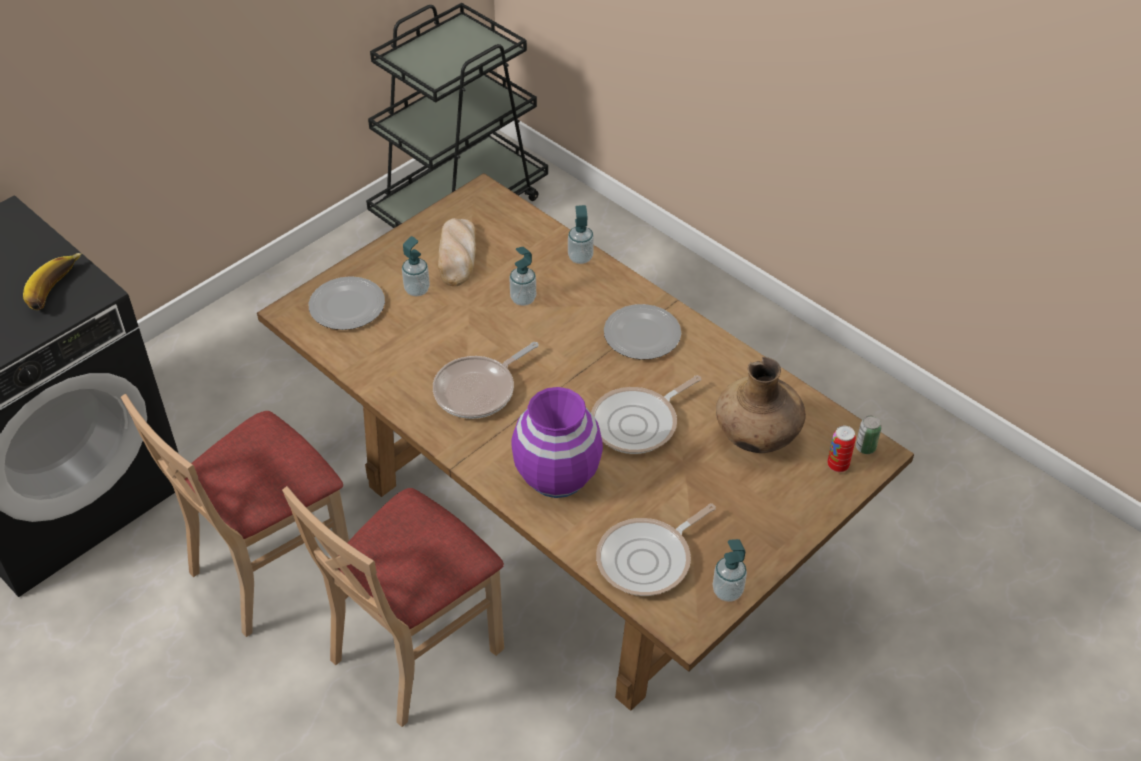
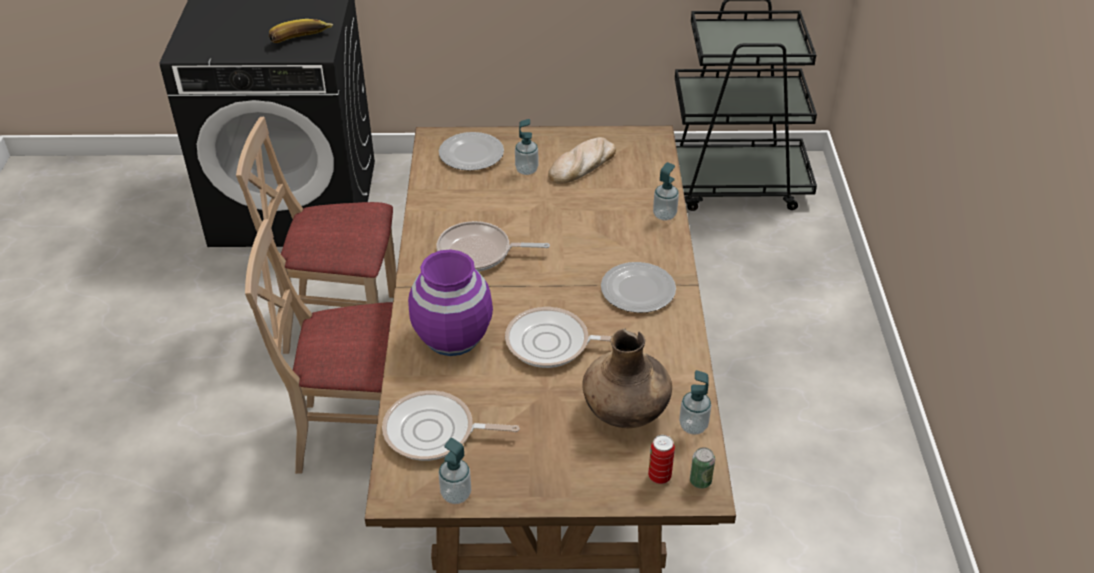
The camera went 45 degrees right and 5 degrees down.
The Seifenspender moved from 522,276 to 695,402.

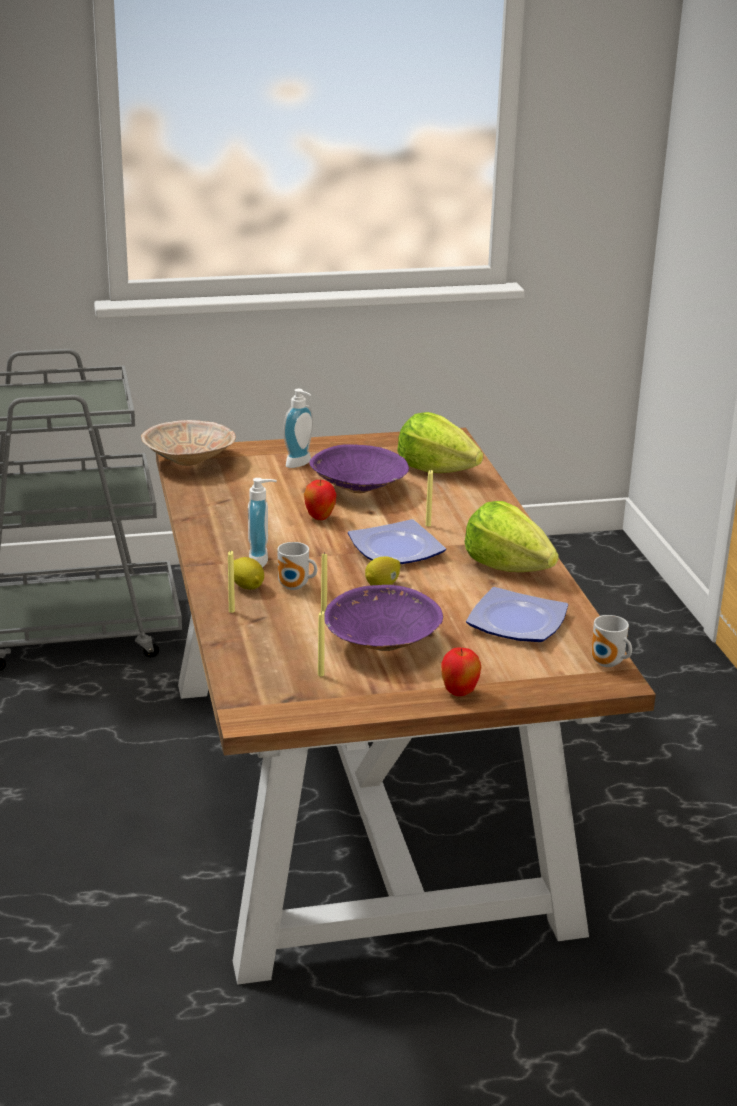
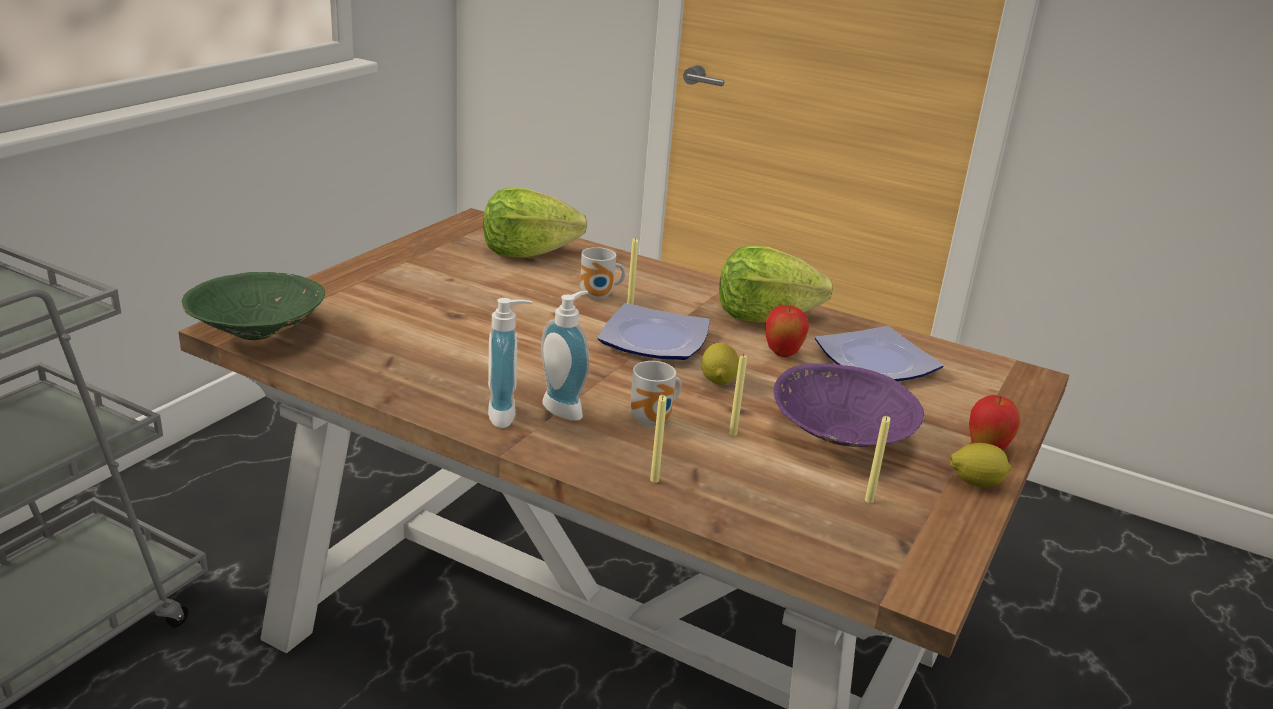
The camera went 50 degrees left and 0 degrees up.
The Seifenspender moved from 298,428 to 510,363.
The Schüssel/beige at 188,443 became the Schüssel/grün at 253,306.
The Schüssel/lila at 359,468 disappeared.
The Apfel moved from 320,500 to 787,331.
The Zitrone moved from 249,573 to 981,465.
The Henkelbecher moved from 611,641 to 602,273.

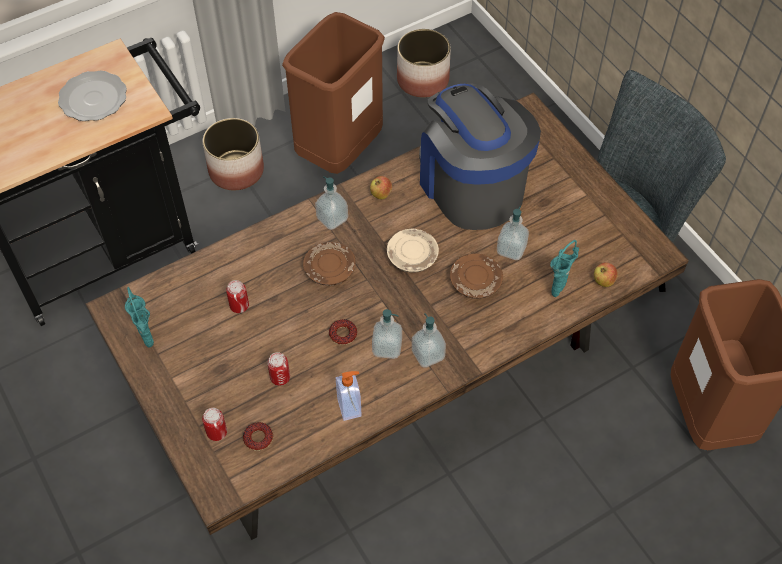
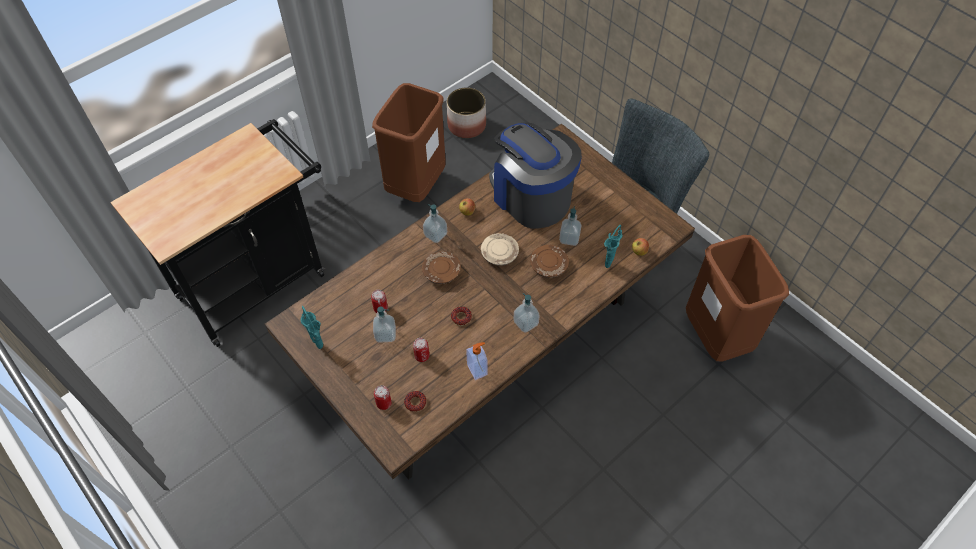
The camera went 10 degrees left and 0 degrees up.
The Teller at 92,95 disappeared.
The Pflanzkübel at 233,154 disappeared.
The Seifenspender moved from 387,334 to 384,324.

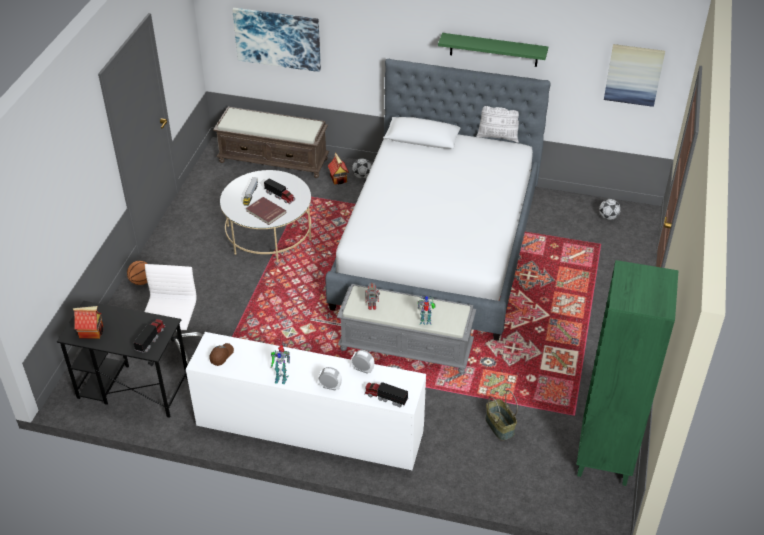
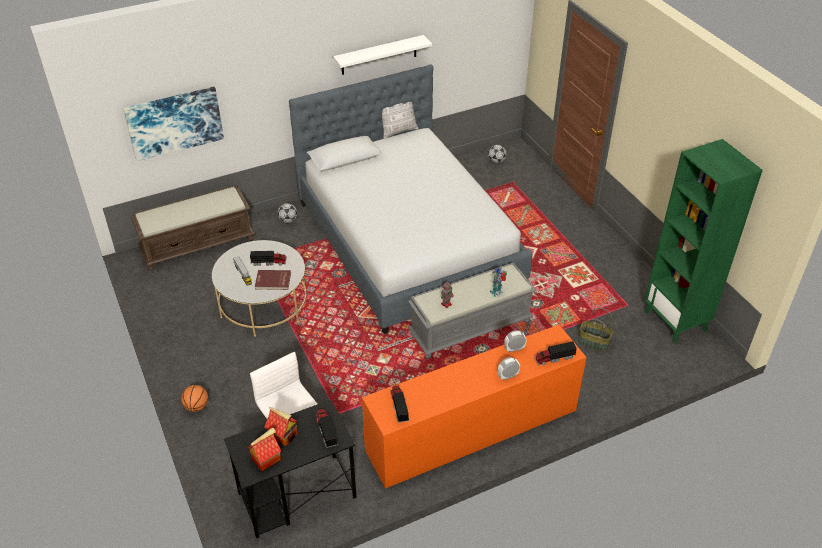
The camera went 40 degrees left and 0 degrees up.
The Wandregal/grün at 493,50 became the Wandregal/weiß at 382,55.
The Bild at 634,75 disappeared.
The Spielzeughaus moved from 338,169 to 281,426.
The Kommode/weiß at 306,401 became the Kommode/orange at 474,407.
The Kappe/braun at 221,354 was replaced by the Spielzeuglaster at 399,404.
The Spielzeugroboter at 280,364 disappeared.

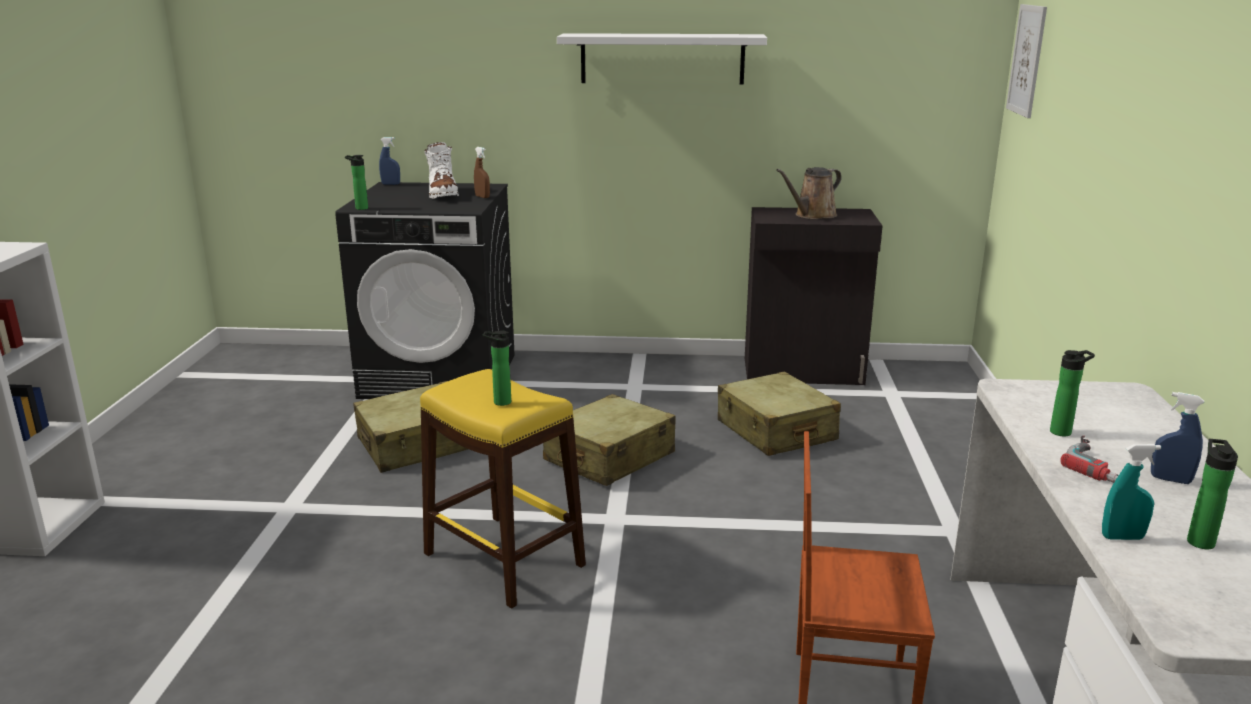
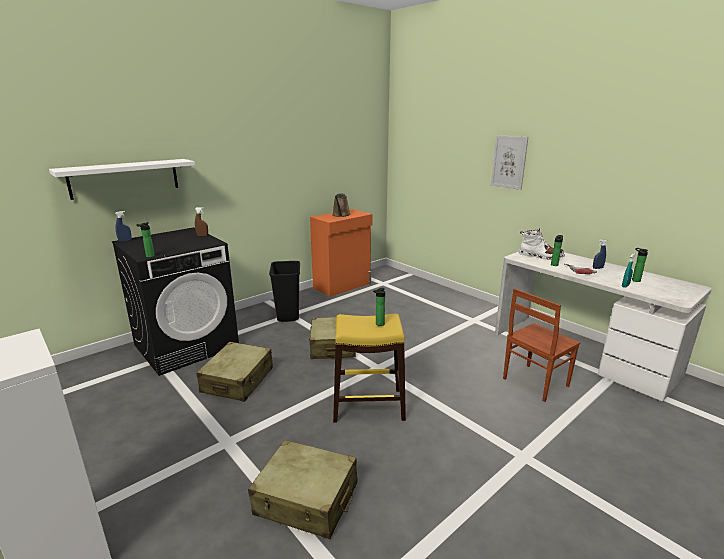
The camera went 45 degrees left and 0 degrees up.
The Bild moved from 1026,61 to 509,162.
The Wandregal/weiß moved from 662,59 to 122,179.
The Stiefel/weiß moved from 441,170 to 542,244.
The Schrank/schwarz at 814,296 became the Schrank/orange at 341,253.
The Koffer/beige moved from 779,413 to 302,489.
The Mülleimer/schwarz at 284,291 appeared.

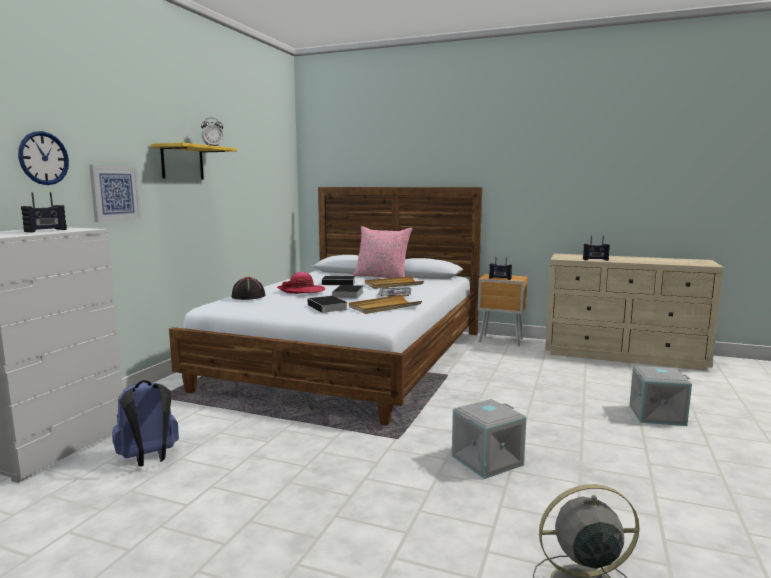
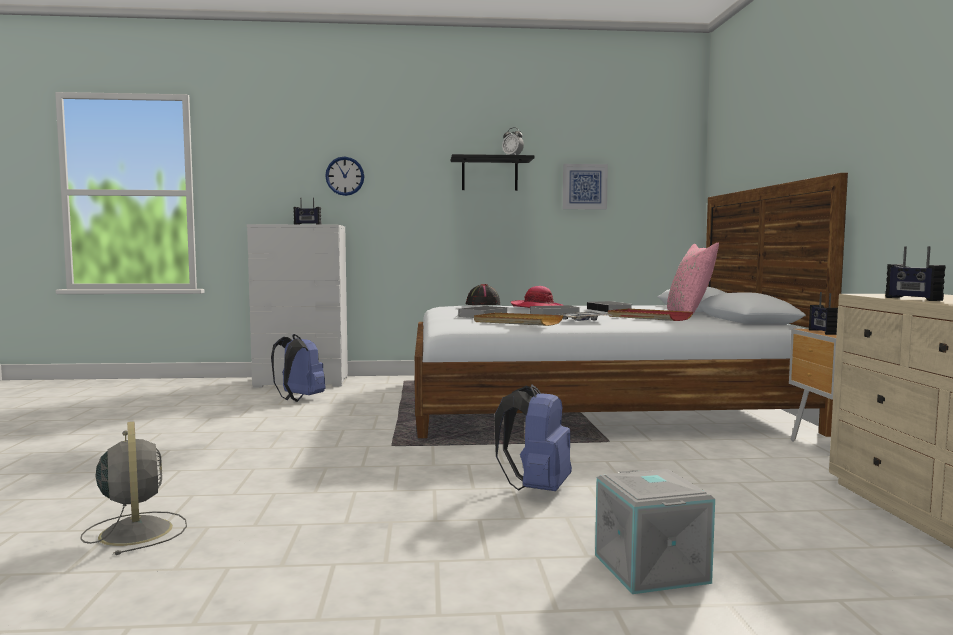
The camera went 65 degrees right and 5 degrees down.
The Wandregal/gelb at 194,160 became the Wandregal/schwarz at 492,172.
The Bild moved from 115,193 to 585,187.
The Tablett/beige at 394,282 became the Tablett/rot at 650,314.
The Aufbewahrungsbox/grau at 489,439 disappeared.
The Rucksack/blau at 533,437 appeared.

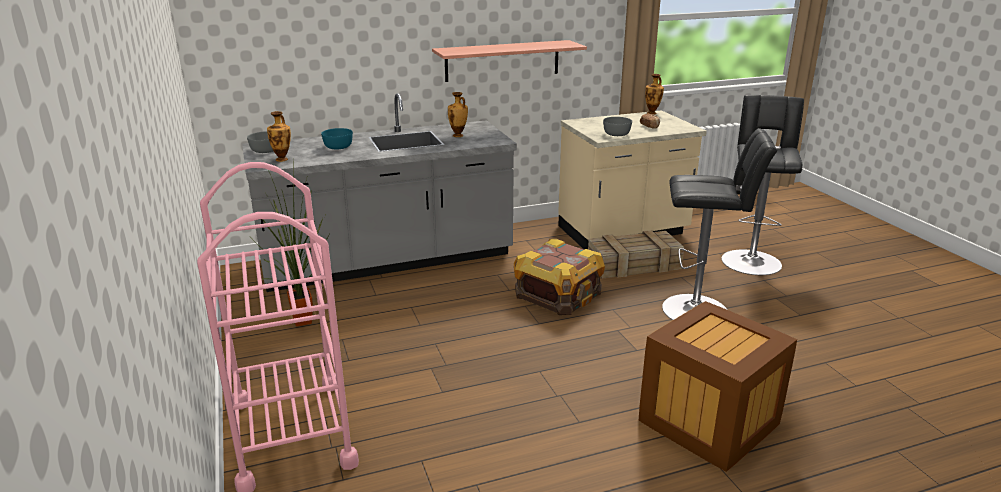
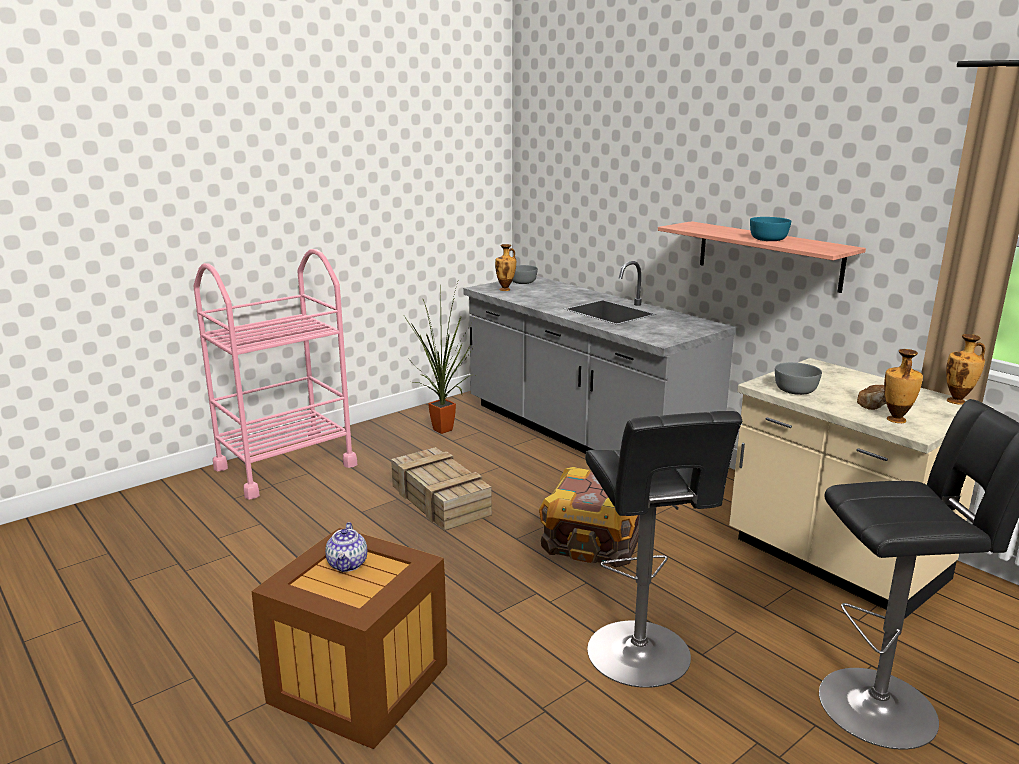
The camera went 70 degrees right and 5 degrees down.
The Vase moved from 458,114 to 903,386.
The Schüssel/türkis moved from 337,139 to 770,229.
The Kiste moved from 636,254 to 441,489.
The Teekanne at 346,547 appeared.

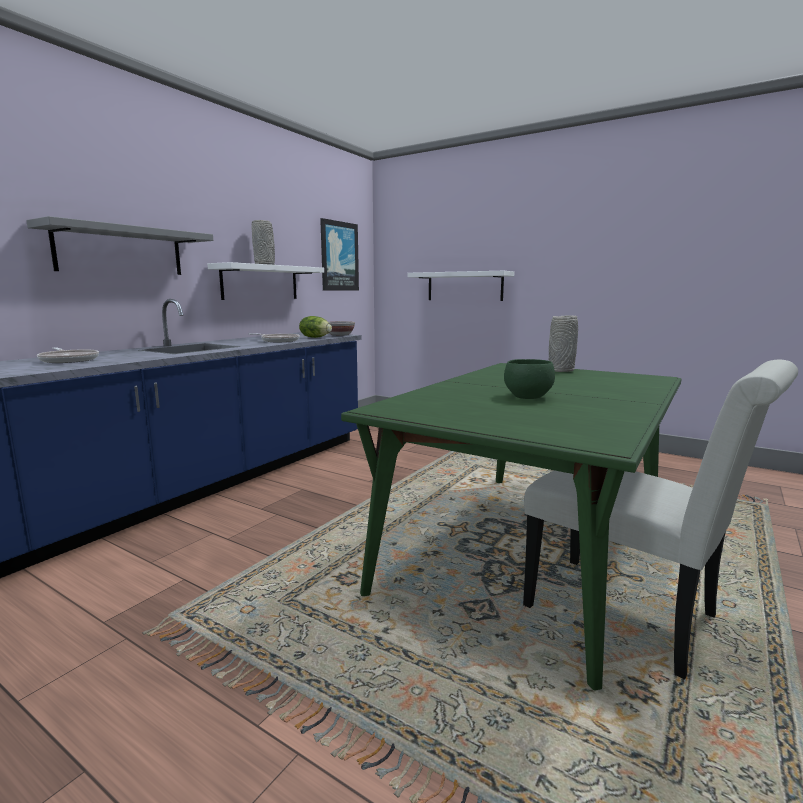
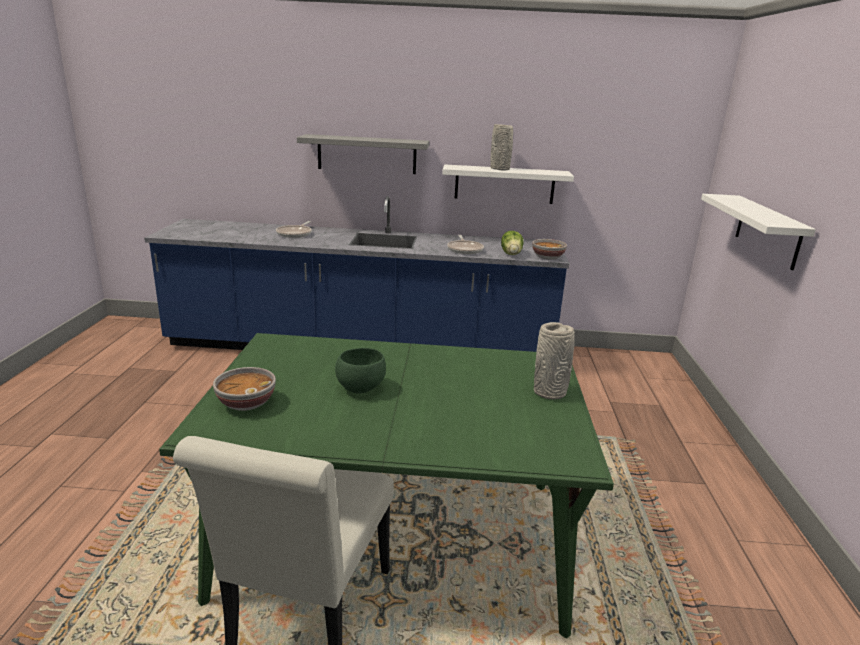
The camera went 60 degrees right and 10 degrees up.
The Bild at 339,254 disappeared.
The Schüssel at 244,389 appeared.

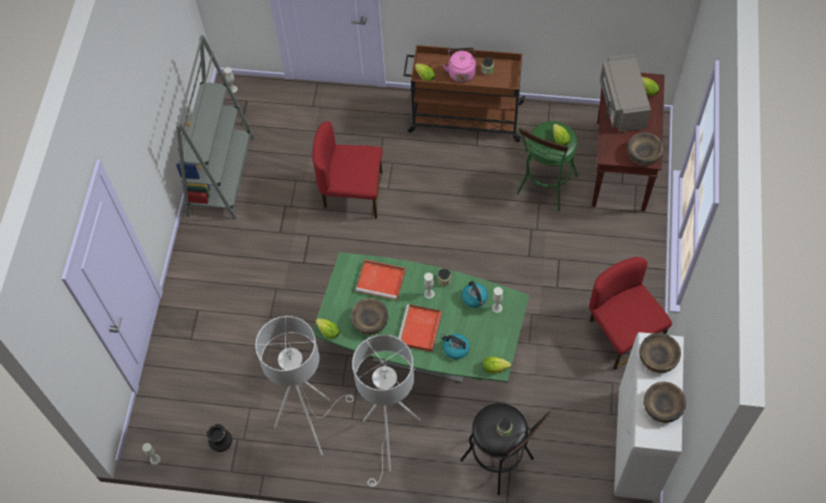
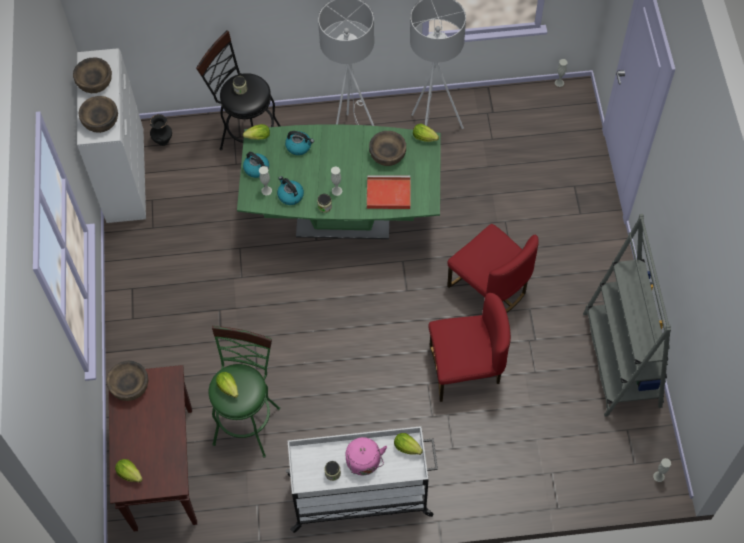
The camera went 165 degrees right and 0 degrees up.
The Rollwagen/braun at 464,93 became the Rollwagen/weiß at 362,479.
The Mikrowelle/grau at 625,93 disappeared.
The Stuhl/rot moved from 630,313 to 493,268.
The Tablett/rot at 420,328 disappeared.
The Vase/schwarz moved from 219,438 to 161,130.
The Wasserkessel at 256,165 appeared.

